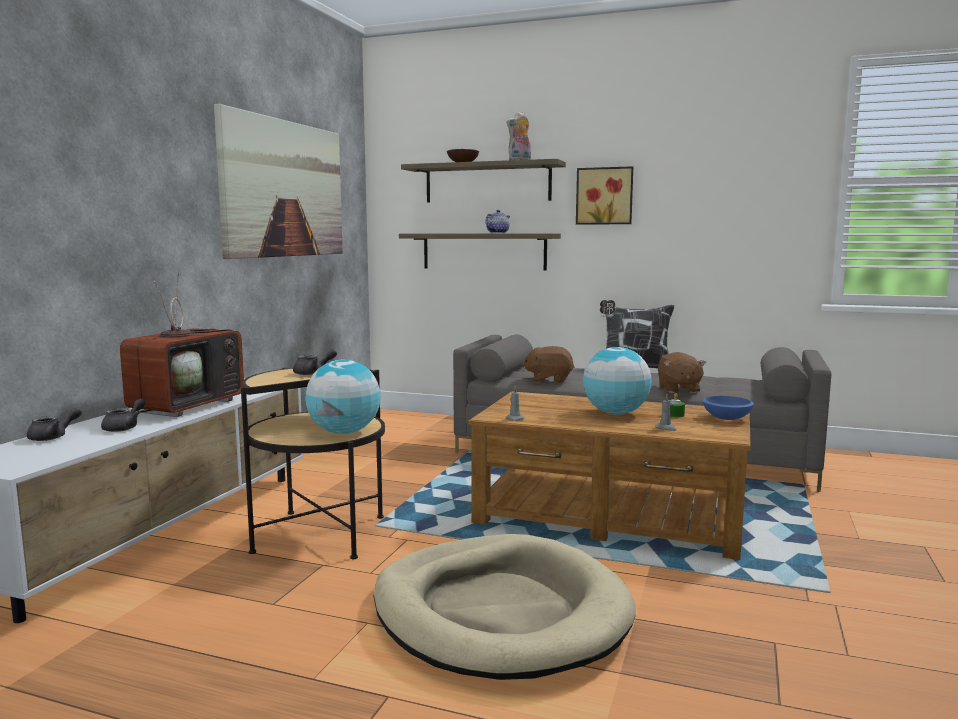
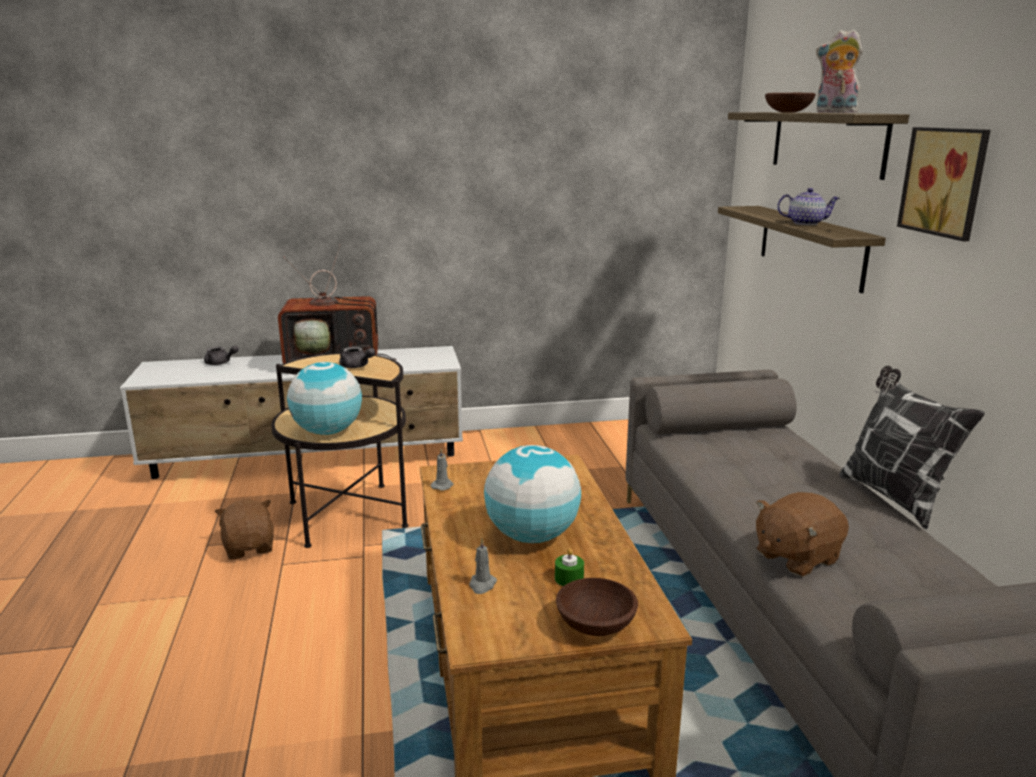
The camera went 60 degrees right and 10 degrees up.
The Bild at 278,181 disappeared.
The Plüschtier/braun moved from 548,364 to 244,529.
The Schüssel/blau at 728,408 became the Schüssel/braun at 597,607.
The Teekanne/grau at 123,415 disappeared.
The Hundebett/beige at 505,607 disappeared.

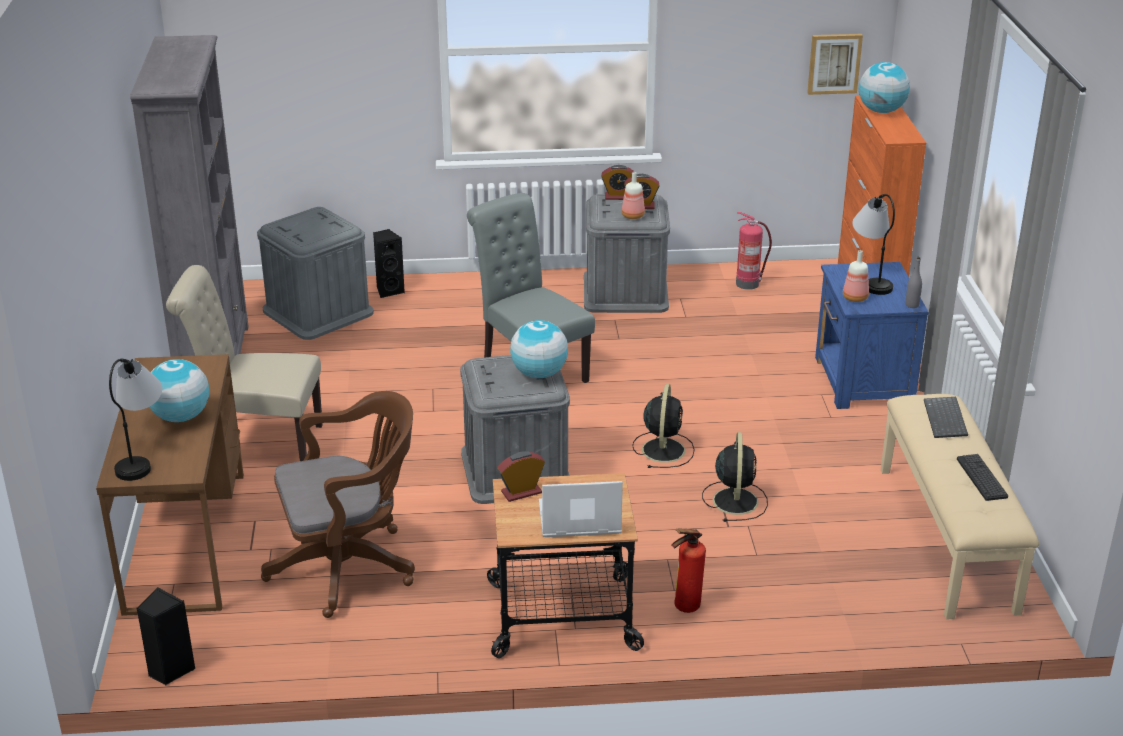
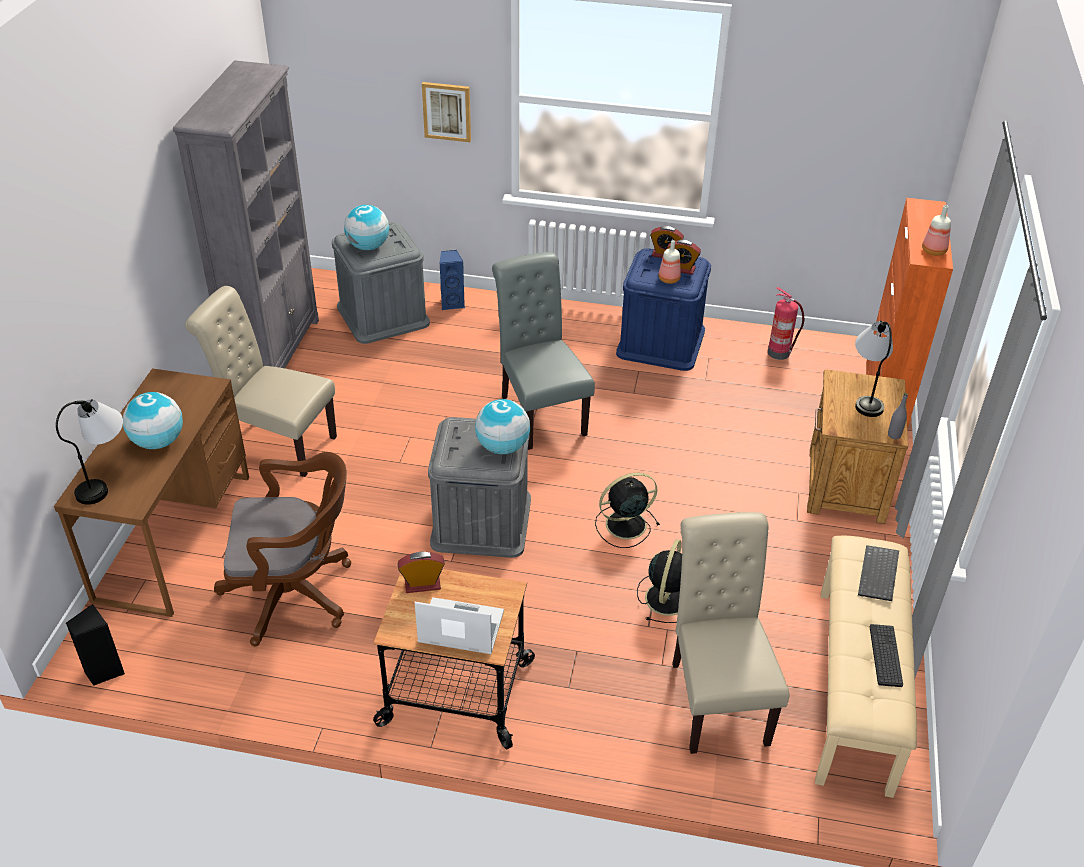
The camera went 15 degrees right and 10 degrees up.
The Bild moved from 835,64 to 446,112.
The Globus moved from 884,87 to 366,227.
The Aufbewahrungsbox/grau at 627,253 became the Aufbewahrungsbox/blau at 663,309.
The Lautsprecher/schwarz at 389,263 became the Lautsprecher/blau at 452,280.
The Flasche moved from 856,276 to 936,230.
The Nachttisch/blau at 872,335 became the Nachttisch/braun at 857,446.
The Ventilator/schwarz at 663,426 turned 135 degrees counterclockwise.
The Feuerlöscher at 688,571 disappeared.
The Stuhl/beige at 731,633 appeared.

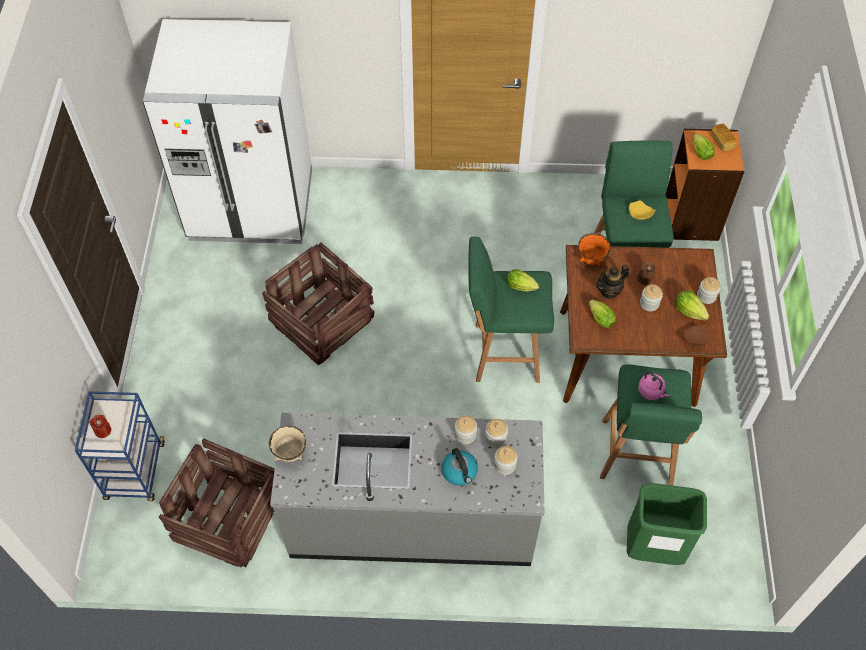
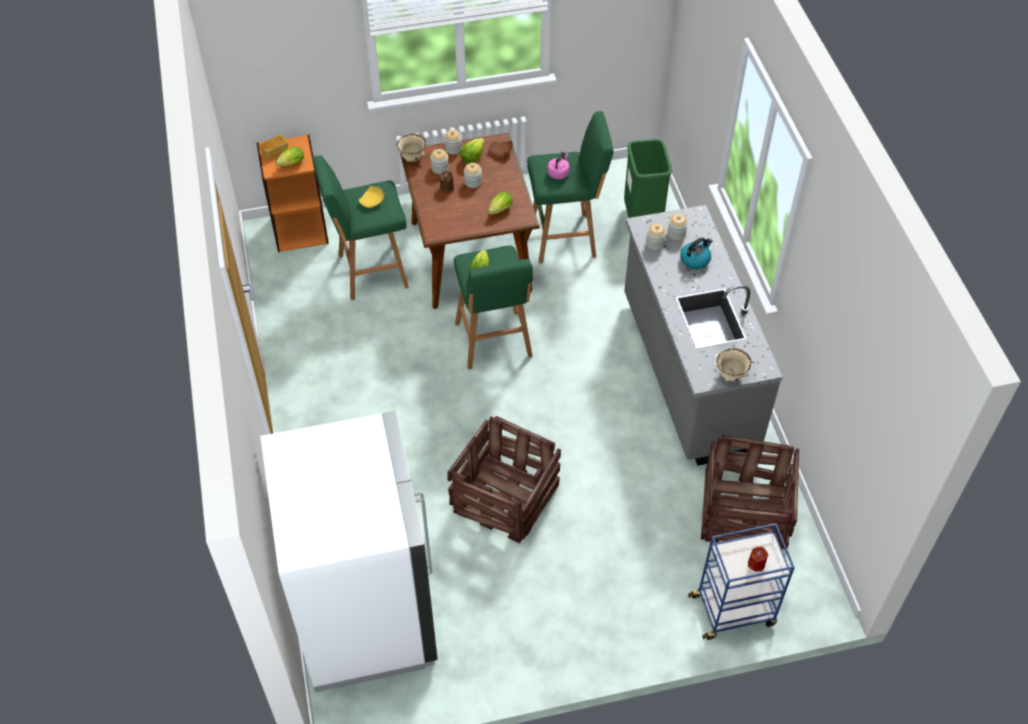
The camera went 105 degrees left and 5 degrees down.
The Schüssel/orange at 594,249 disappeared.
The Teekanne at 612,282 disappeared.
The Vorratsglas moved from 466,430 to 440,161.
The Schüssel/beige at 411,148 appeared.

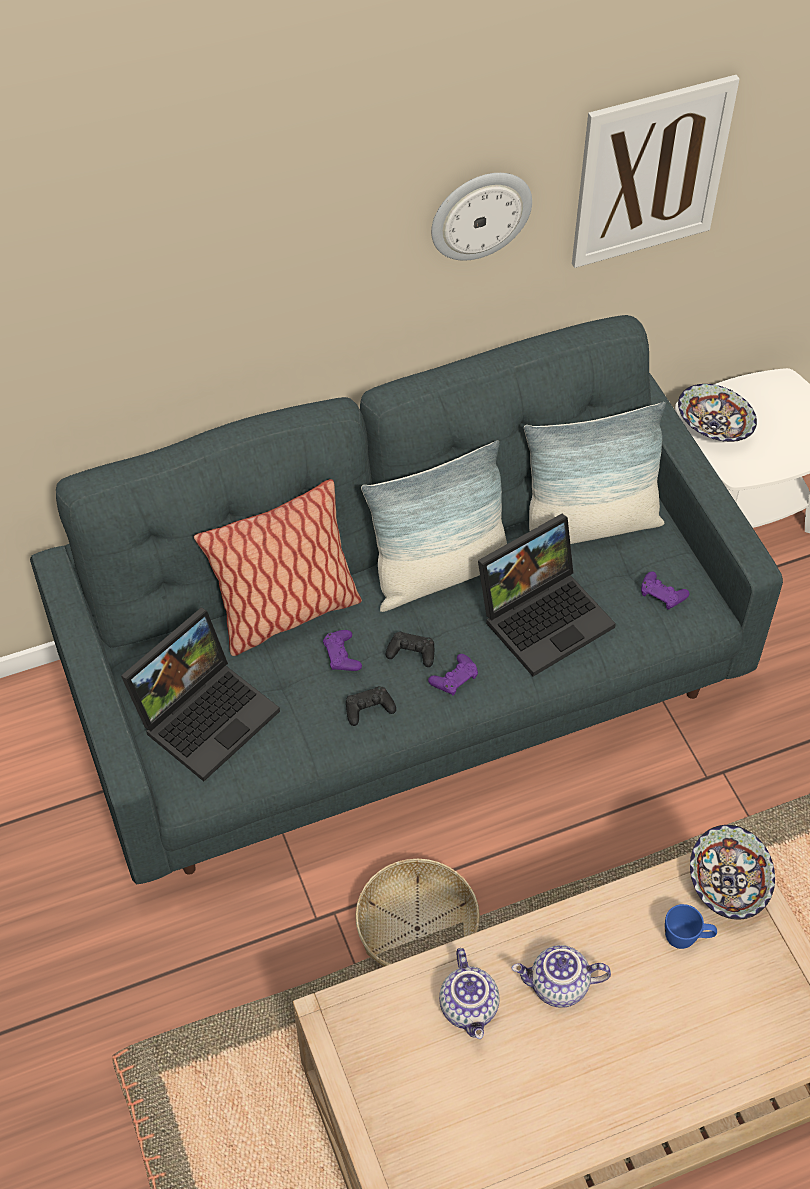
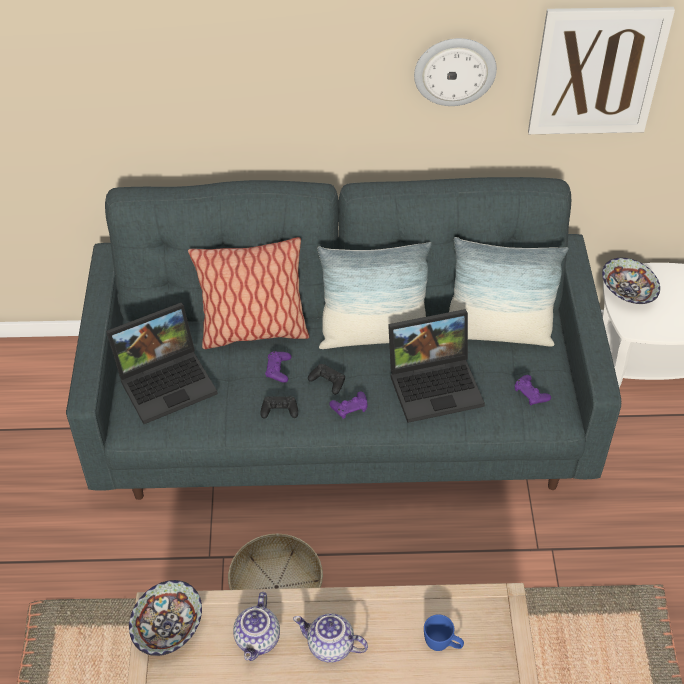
The camera went 20 degrees right and 5 degrees down.
The Schüssel moved from 732,872 to 165,618.

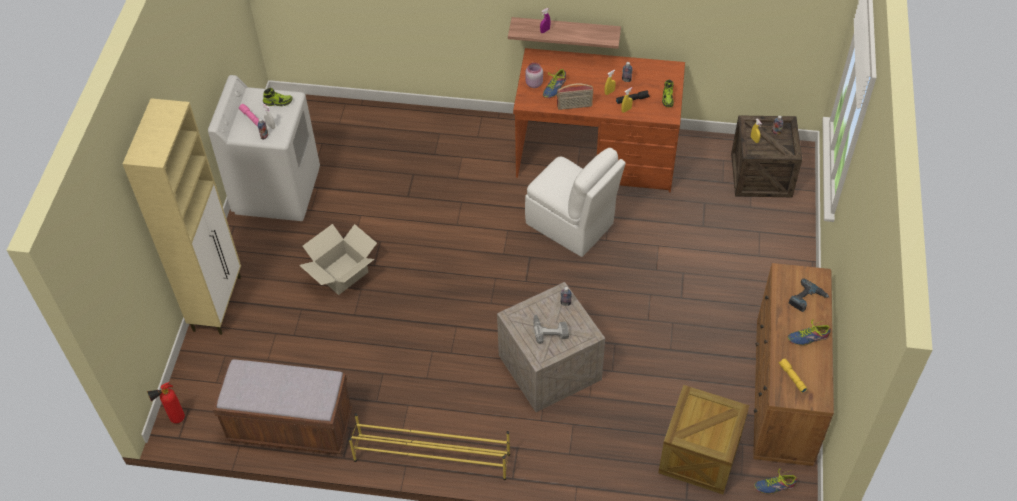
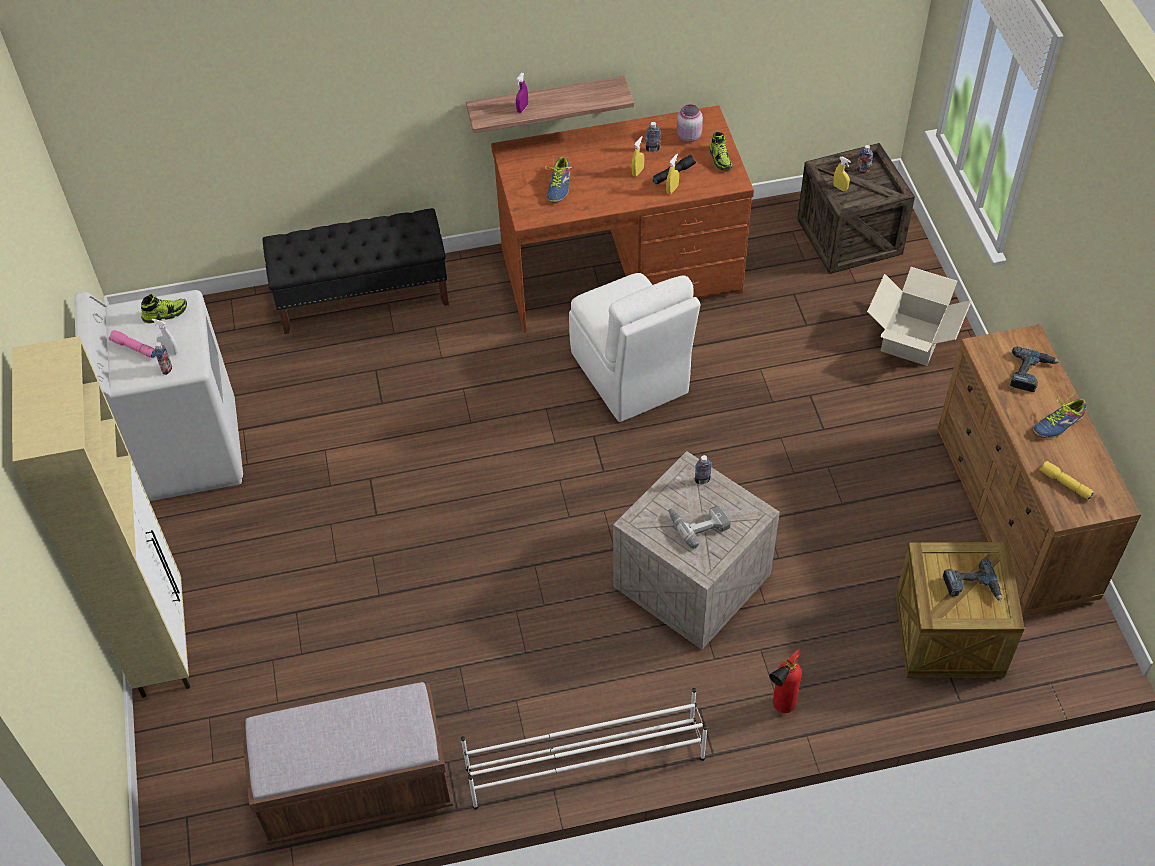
The camera went 20 degrees left and 0 degrees up.
The Vorratsglas/rosa moved from 534,75 to 690,123.
The Radio at 575,97 disappeared.
The Stuhl/weiß at 575,202 turned 45 degrees clockwise.
The Karton moved from 338,259 to 919,316.
The Feuerlöscher moved from 166,403 to 785,681.
The Schuhregal/gelb at 429,446 became the Schuhregal/weiß at 584,749.
The Schuh at 775,481 disappeared.
The Bank/schwarz at 355,271 appeared.
The Bohrmaschine at 972,579 appeared.

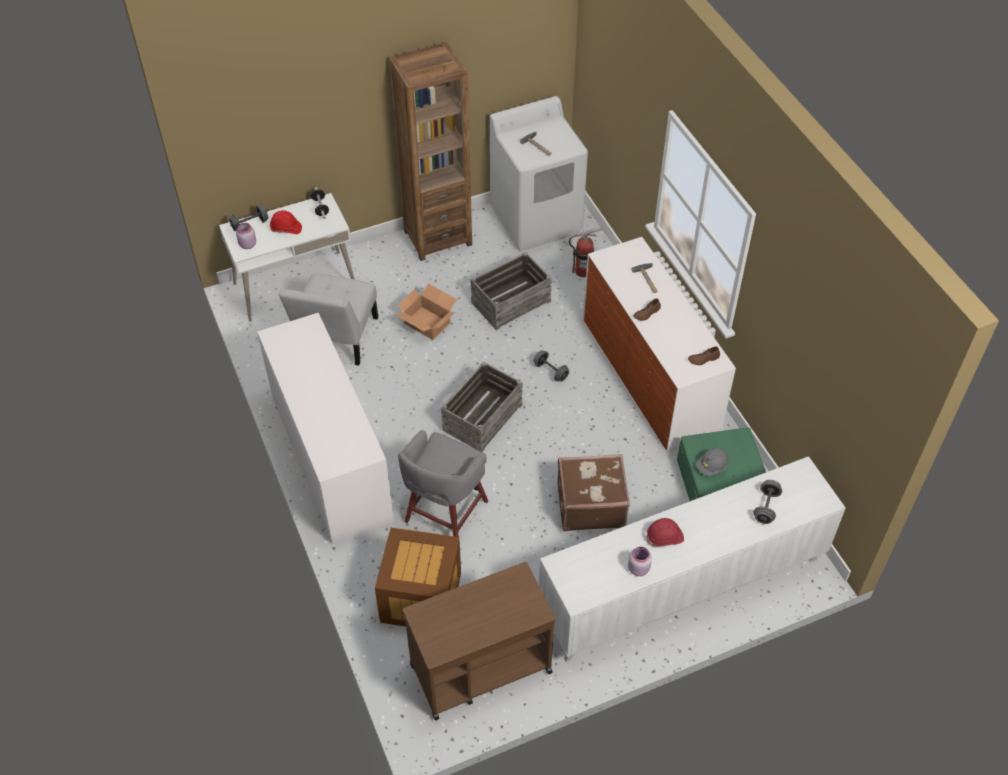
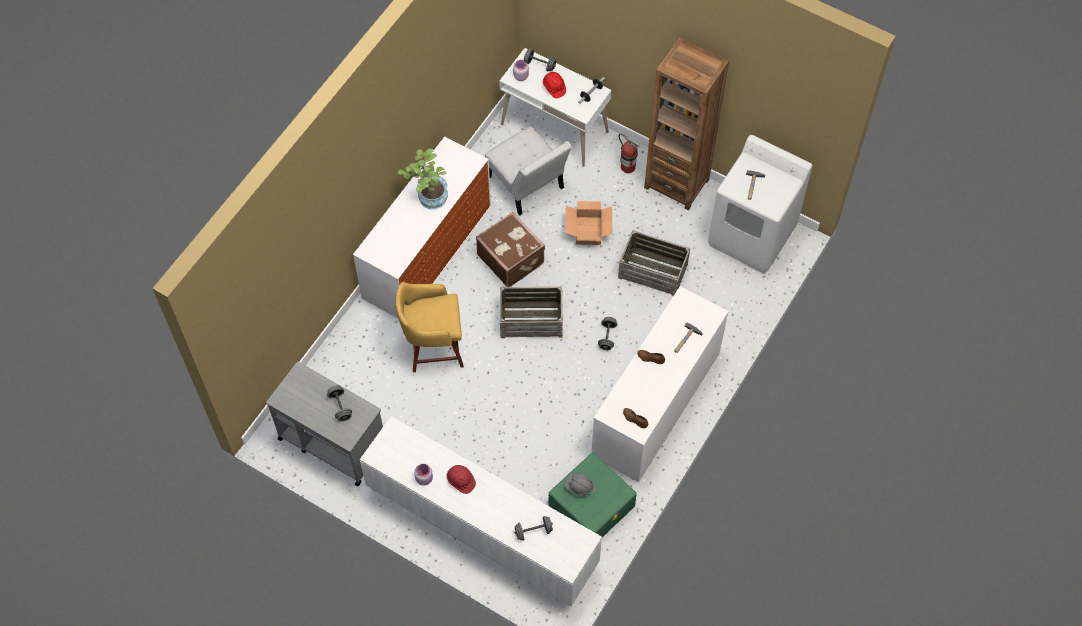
The camera went 55 degrees right and 10 degrees up.
The Feuerlöscher moved from 586,252 to 630,153.
The Stuhl/weiß at 328,319 turned 105 degrees counterclockwise.
The Hocker/grau at 443,483 became the Hocker/gelb at 429,327.
The Koffer/braun moved from 594,492 to 510,249.
The Kiste at 418,577 disappeared.
The Rollwagen/braun at 479,641 became the Rollwagen/grau at 324,424.
The Topfpflanze at 423,179 appeared.
The Hantel/grau at 339,403 appeared.

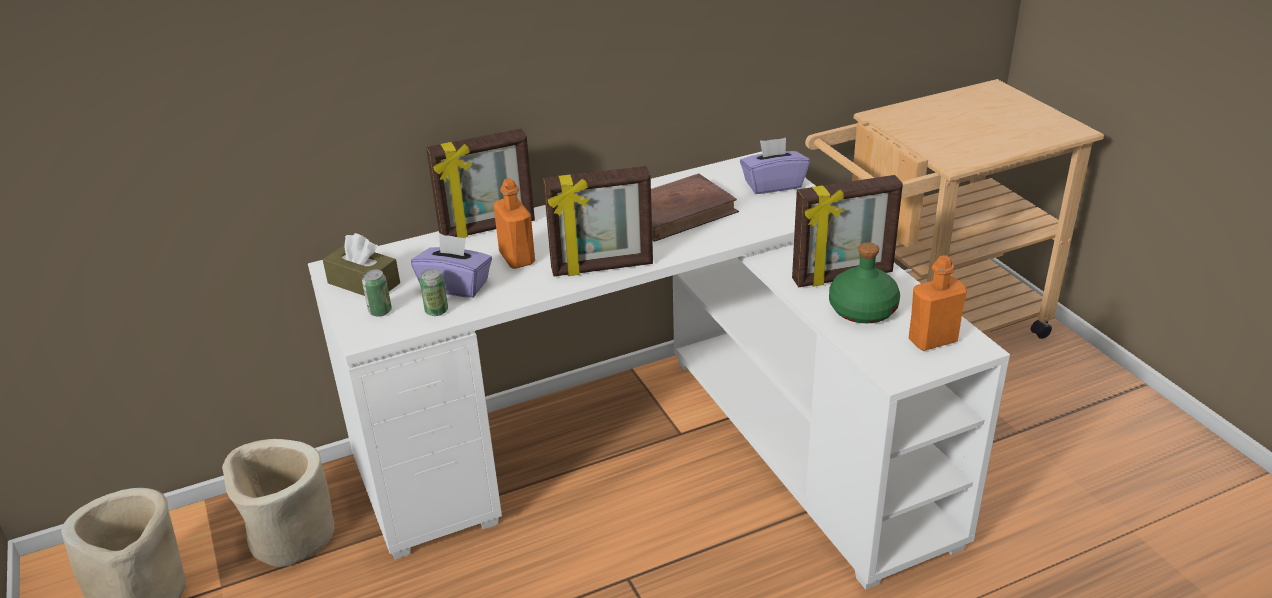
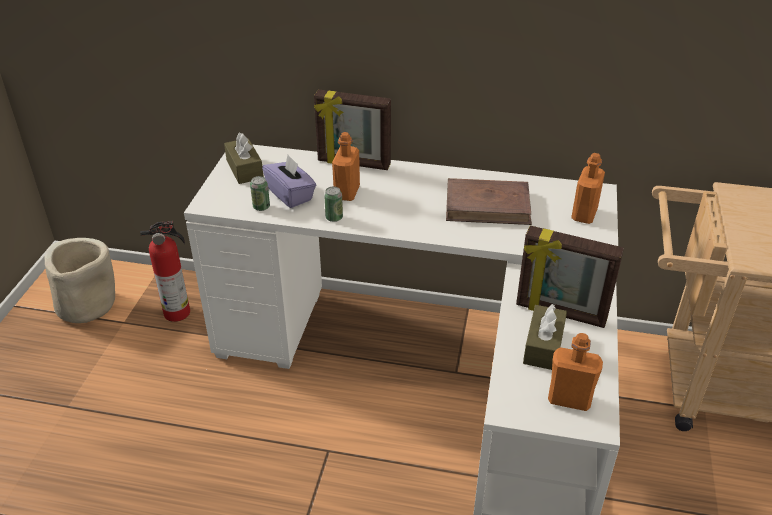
The camera went 35 degrees right and 5 degrees up.
The Taschentuchbox/lila at 775,166 was replaced by the Flasche/orange at 588,188.
The Bilderrahmen at 598,221 disappeared.
The Flasche/grün at 864,282 was replaced by the Taschentuchbox/braun at 545,337.
The Dose moved from 377,293 to 333,204.
The Pflanzkübel/beige at 278,503 was replaced by the Feuerlöscher at 165,271.

